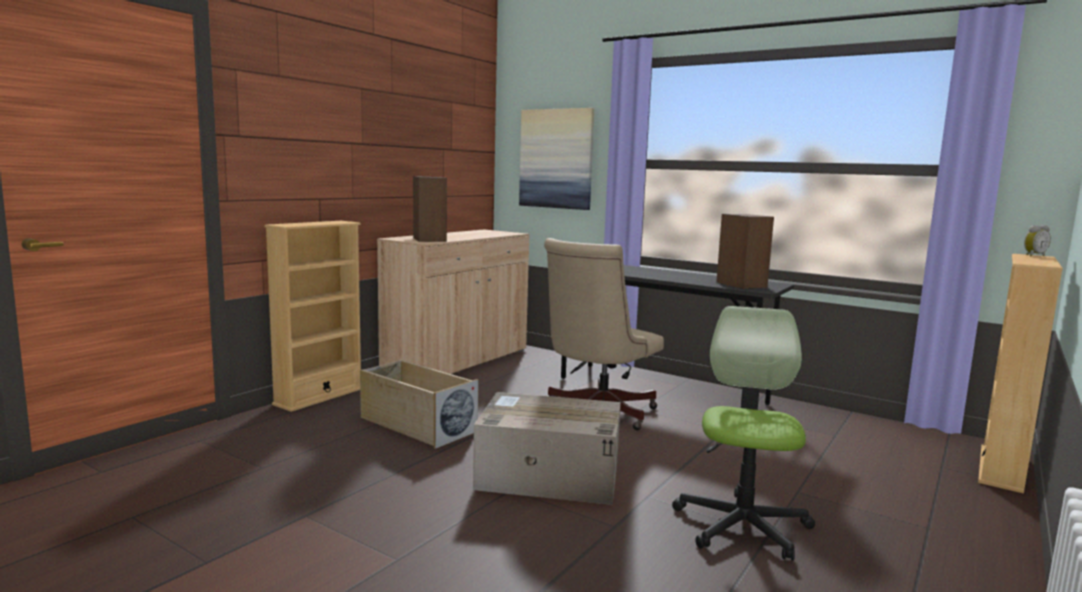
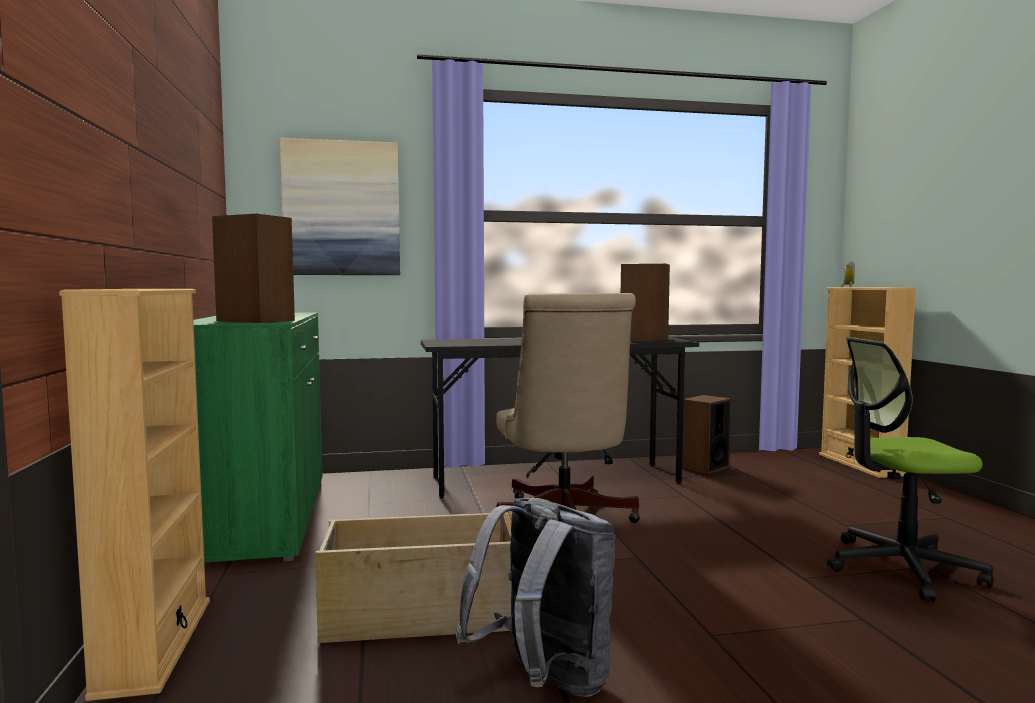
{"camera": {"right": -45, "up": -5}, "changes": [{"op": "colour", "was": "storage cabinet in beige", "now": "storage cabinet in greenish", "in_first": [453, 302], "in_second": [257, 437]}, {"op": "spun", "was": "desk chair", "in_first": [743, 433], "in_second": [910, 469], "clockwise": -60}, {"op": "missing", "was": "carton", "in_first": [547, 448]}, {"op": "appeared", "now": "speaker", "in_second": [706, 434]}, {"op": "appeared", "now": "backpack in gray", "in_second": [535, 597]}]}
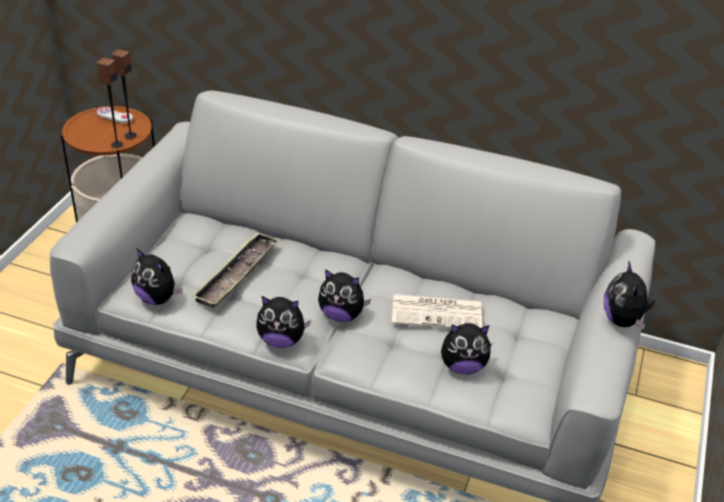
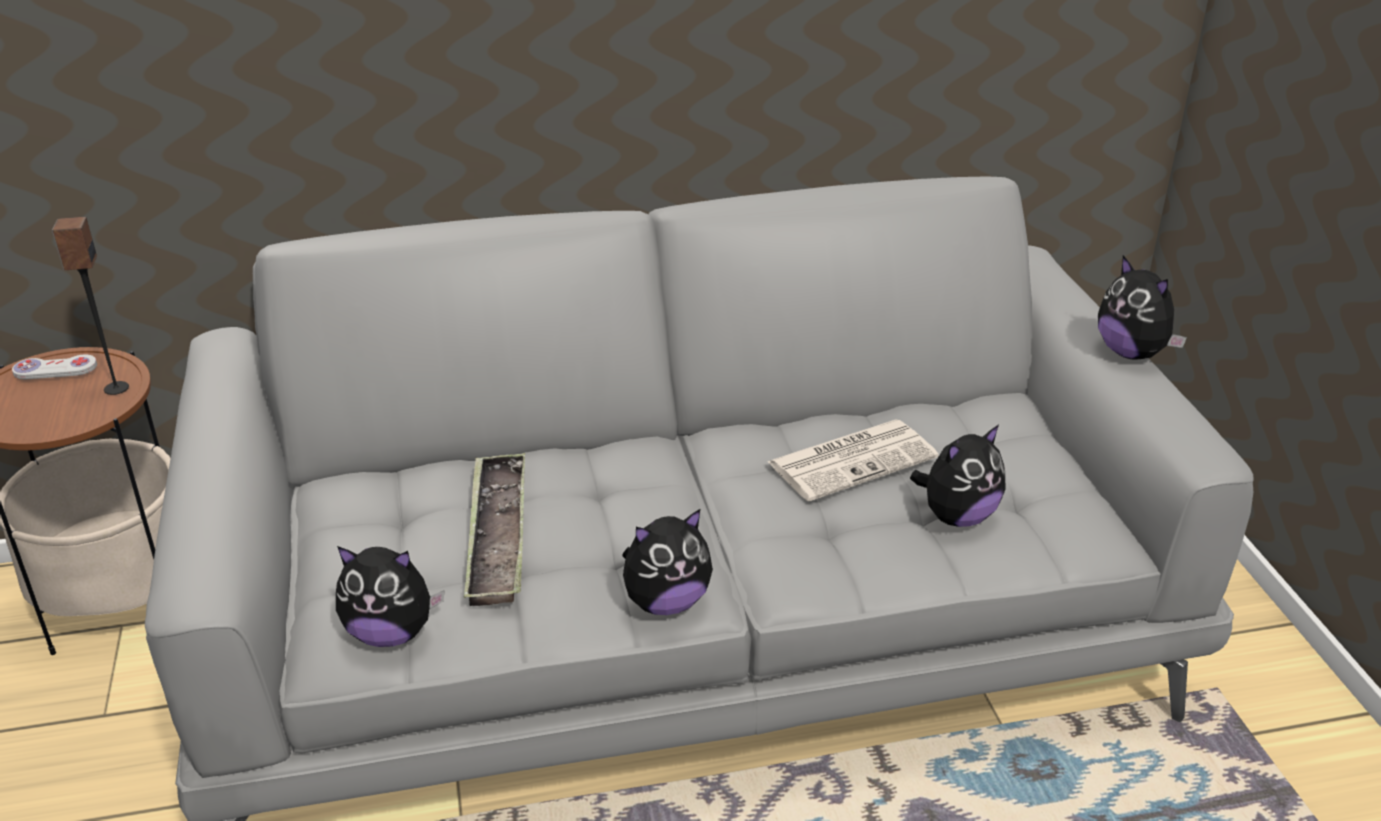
{"camera": {"right": -30, "up": -5}, "changes": [{"op": "missing", "was": "speaker", "in_first": [109, 102]}, {"op": "missing", "was": "plush toy", "in_first": [344, 295]}]}
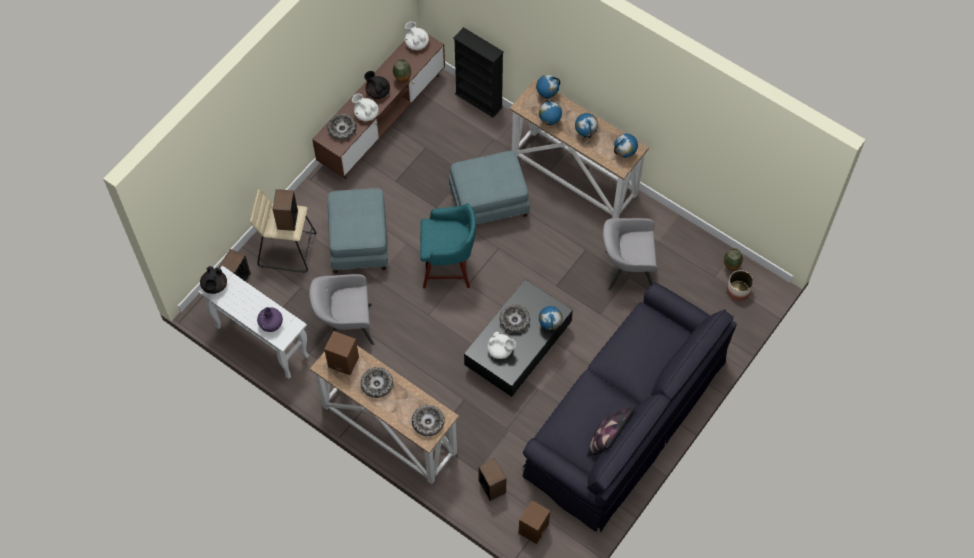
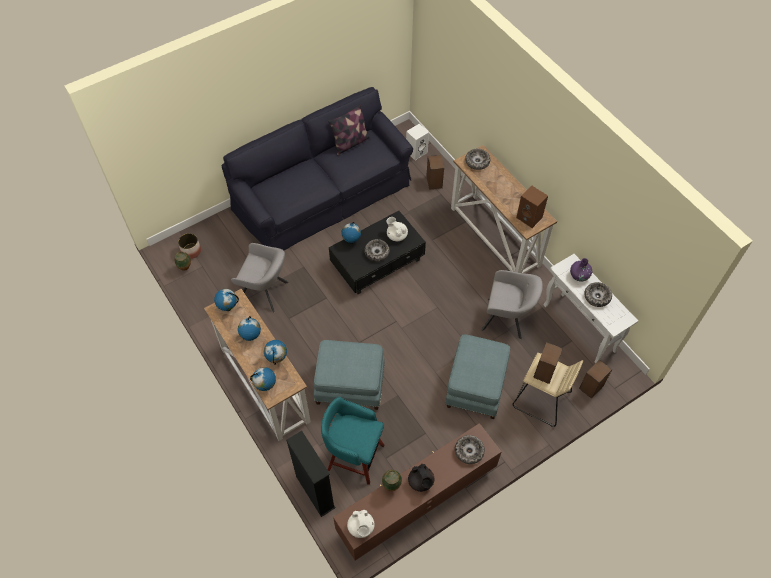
{"camera": {"right": -160, "up": -5}, "changes": [{"op": "missing", "was": "pot for tea in white", "in_first": [365, 107]}, {"op": "relocated", "was": "stool seat in turquoise", "in_first": [448, 245], "in_second": [352, 441]}, {"op": "missing", "was": "pot for tea in black", "in_first": [213, 280]}, {"op": "relocated", "was": "deep dish", "in_first": [377, 382], "in_second": [598, 294]}, {"op": "colour", "was": "speaker in brown", "now": "speaker in white", "in_first": [534, 522], "in_second": [417, 142]}]}
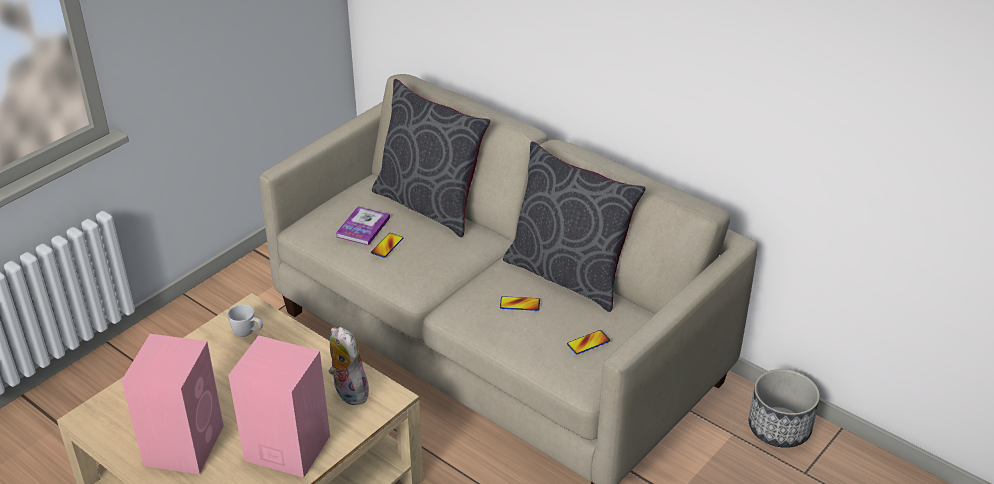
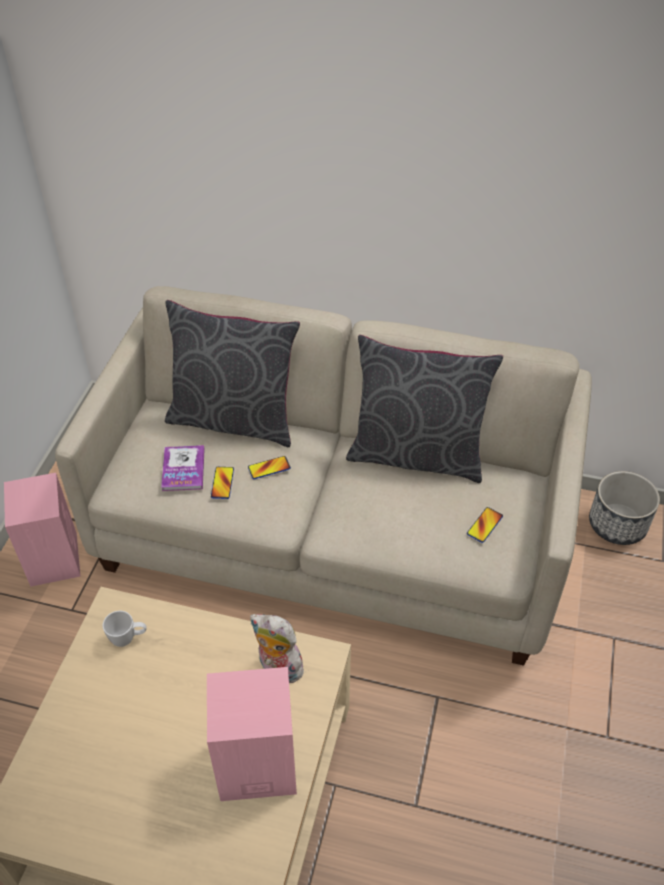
{"camera": {"right": -25, "up": 10}, "changes": [{"op": "relocated", "was": "handset", "in_first": [520, 303], "in_second": [269, 467]}, {"op": "relocated", "was": "speaker in pinkish", "in_first": [172, 404], "in_second": [42, 530]}]}
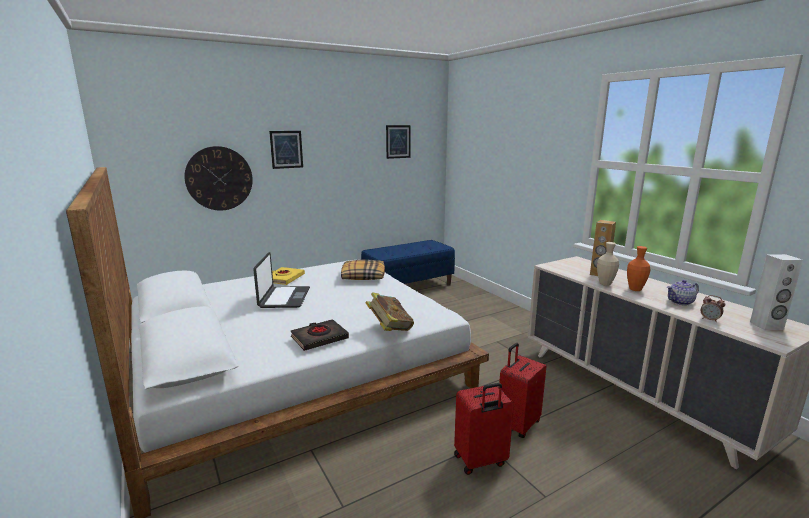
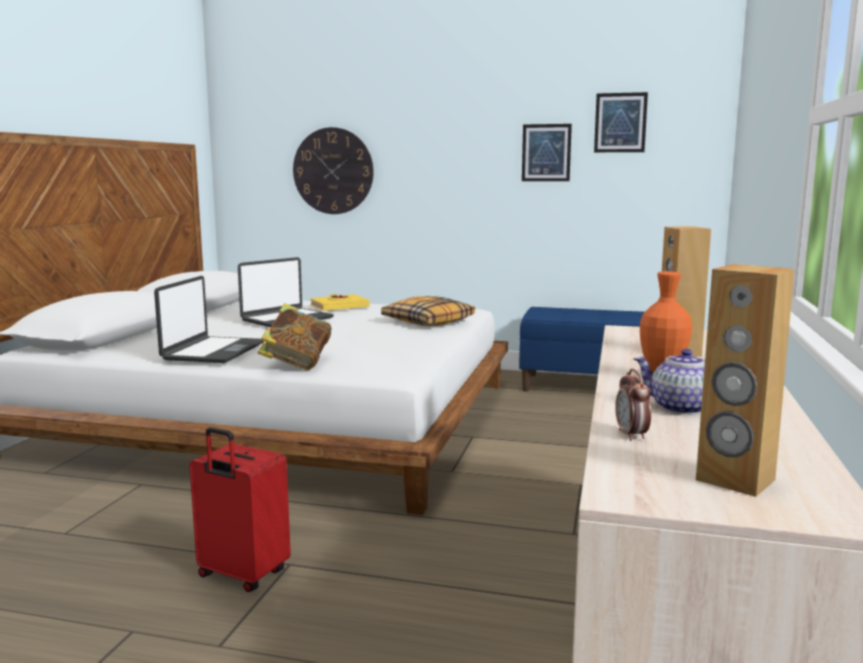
{"camera": {"right": 45, "up": -5}, "changes": [{"op": "relocated", "was": "wall picture", "in_first": [286, 150], "in_second": [547, 152]}, {"op": "missing", "was": "decorative vase in beige", "in_first": [608, 264]}, {"op": "colour", "was": "speaker in white", "now": "speaker in brown", "in_first": [776, 292], "in_second": [745, 380]}, {"op": "exchanged", "was": "book in black", "now": "notebook computer", "in_first": [319, 335], "in_second": [209, 319]}, {"op": "missing", "was": "suitcase in red", "in_first": [523, 390]}]}
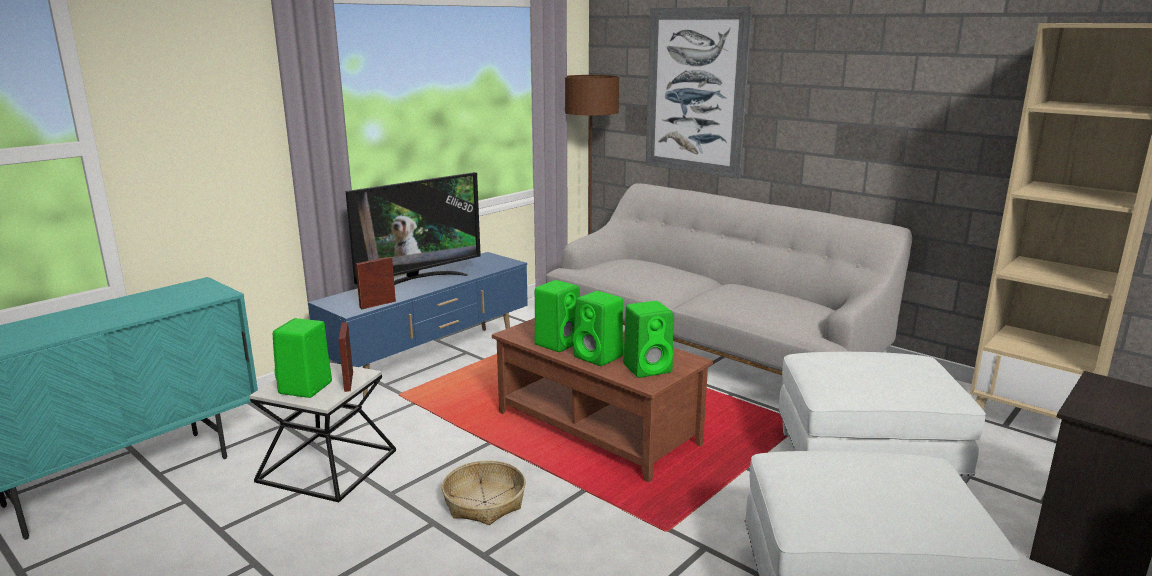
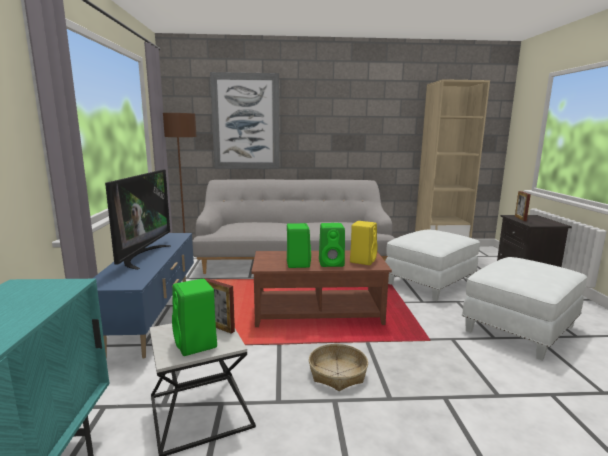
{"camera": {"right": -45, "up": -5}, "changes": [{"op": "relocated", "was": "standing frame", "in_first": [375, 283], "in_second": [523, 206]}, {"op": "colour", "was": "speaker in greenish", "now": "speaker in yellow", "in_first": [648, 339], "in_second": [364, 243]}]}
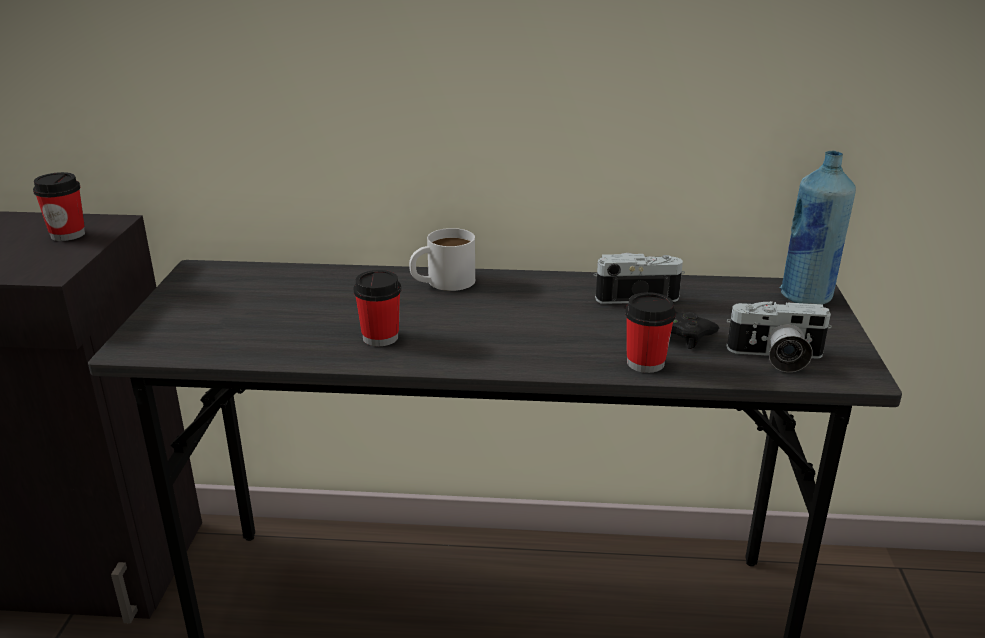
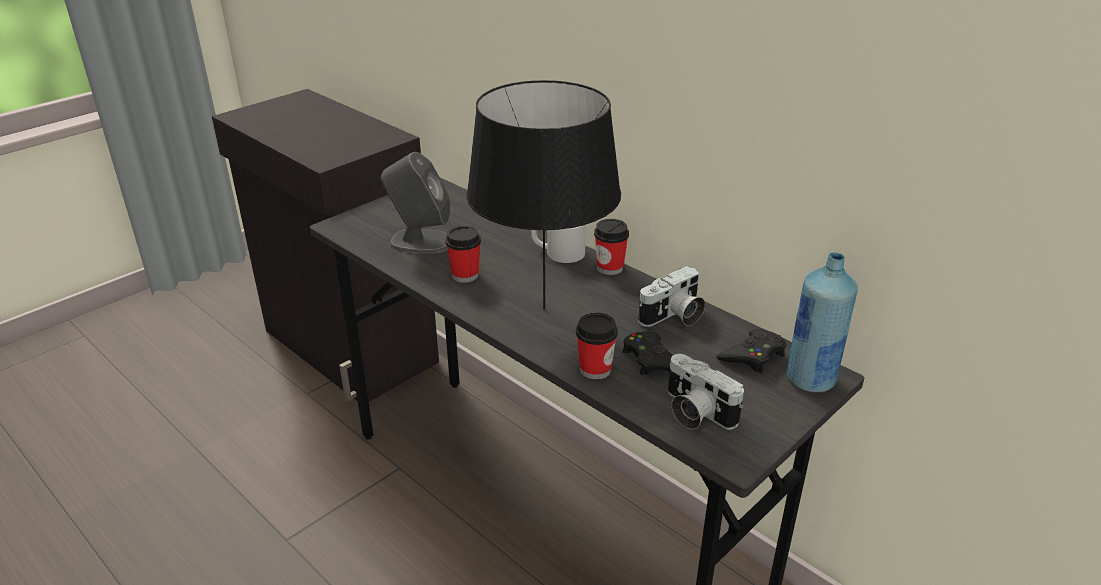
{"camera": {"right": 40, "up": 5}, "changes": [{"op": "relocated", "was": "small cup", "in_first": [59, 206], "in_second": [611, 247]}, {"op": "spun", "was": "still camera", "in_first": [639, 278], "in_second": [671, 296], "clockwise": 105}, {"op": "appeared", "now": "tabletop lamp in black", "in_second": [543, 195]}, {"op": "appeared", "now": "speaker in gray", "in_second": [415, 203]}, {"op": "appeared", "now": "gamepad in black", "in_second": [751, 351]}]}
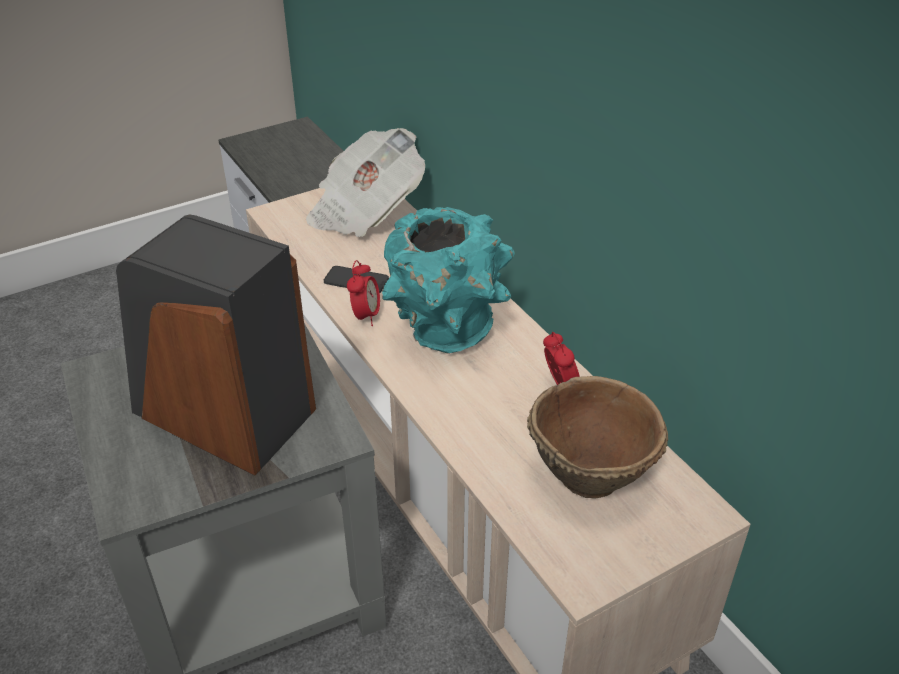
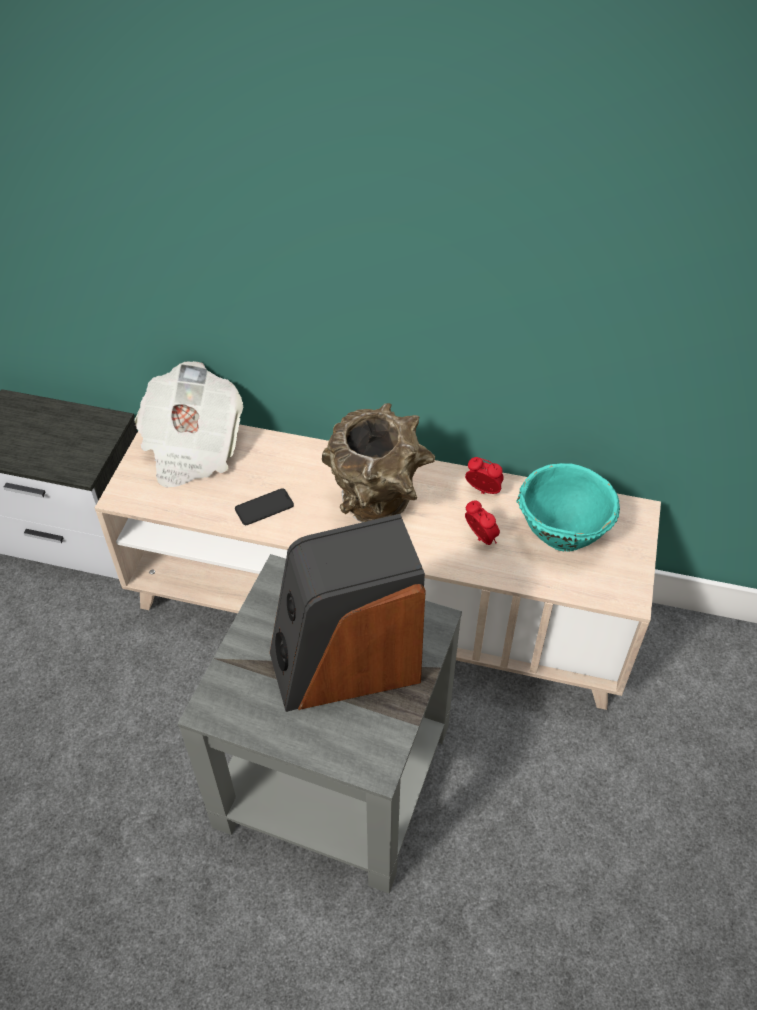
{"camera": {"right": -45, "up": 10}, "changes": [{"op": "colour", "was": "decorative vase in turquoise", "now": "decorative vase in brown", "in_first": [448, 280], "in_second": [378, 462]}, {"op": "relocated", "was": "table clock", "in_first": [363, 293], "in_second": [482, 522]}, {"op": "colour", "was": "deep dish in brown", "now": "deep dish in turquoise", "in_first": [597, 437], "in_second": [568, 507]}]}
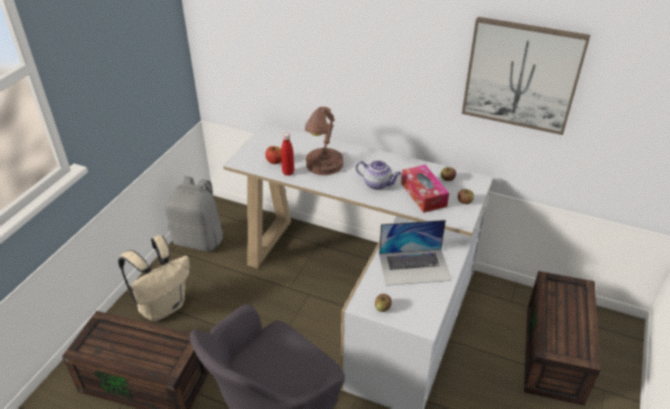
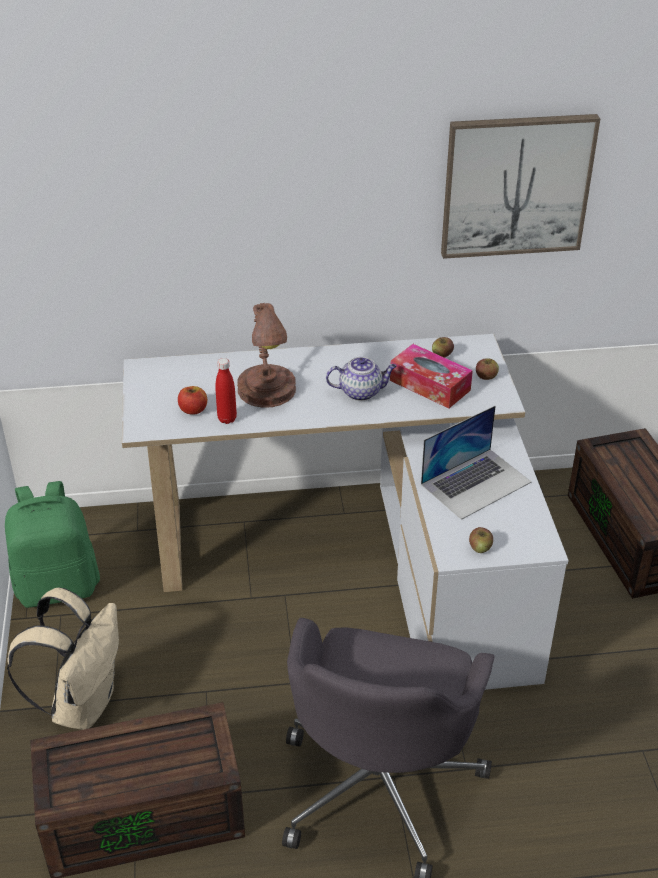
{"camera": {"right": -30, "up": 0}, "changes": [{"op": "colour", "was": "backpack in gray", "now": "backpack in greenish", "in_first": [194, 214], "in_second": [52, 544]}]}
